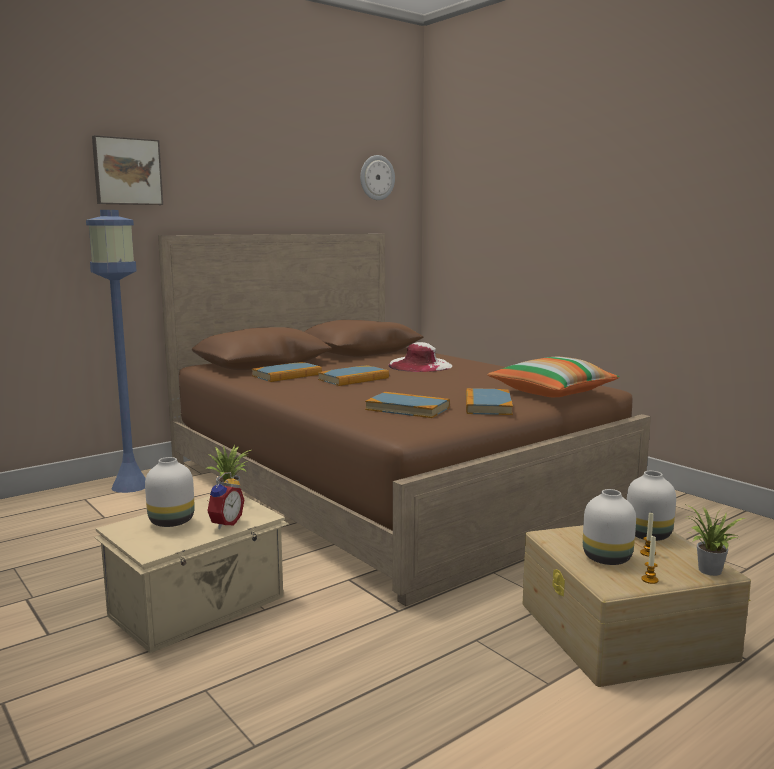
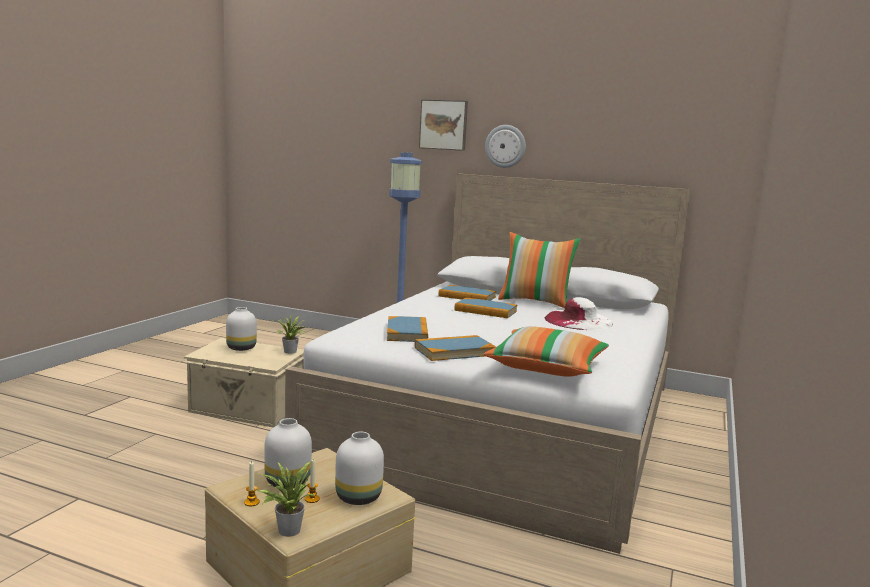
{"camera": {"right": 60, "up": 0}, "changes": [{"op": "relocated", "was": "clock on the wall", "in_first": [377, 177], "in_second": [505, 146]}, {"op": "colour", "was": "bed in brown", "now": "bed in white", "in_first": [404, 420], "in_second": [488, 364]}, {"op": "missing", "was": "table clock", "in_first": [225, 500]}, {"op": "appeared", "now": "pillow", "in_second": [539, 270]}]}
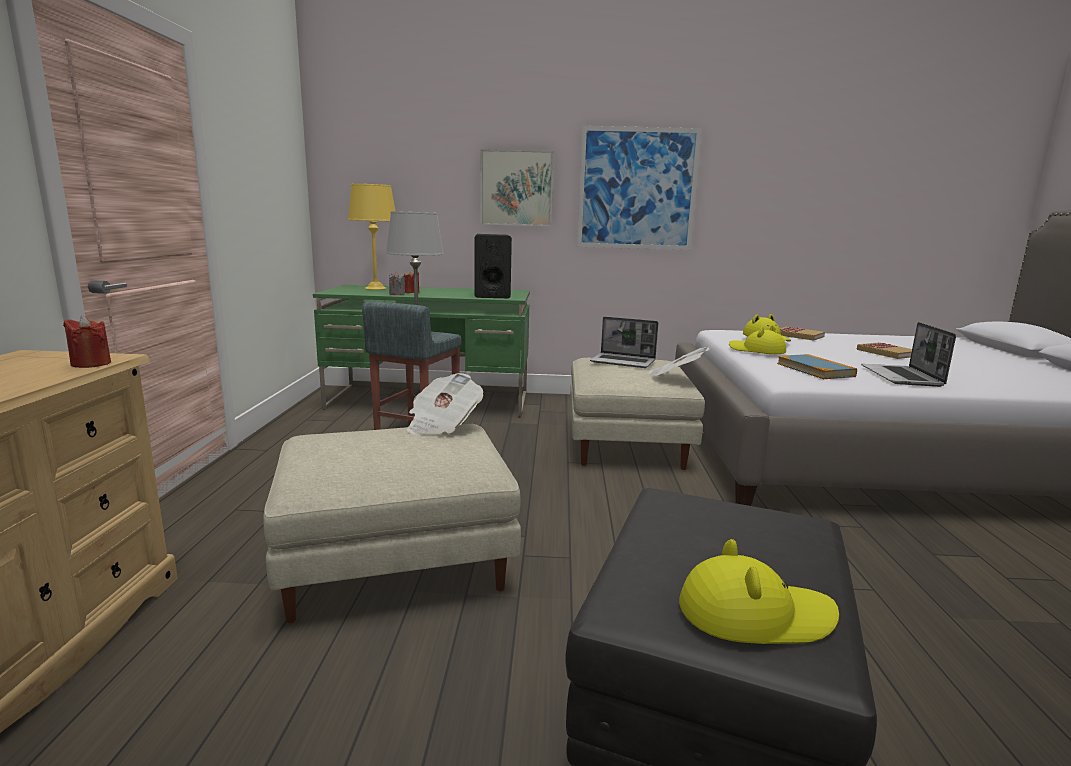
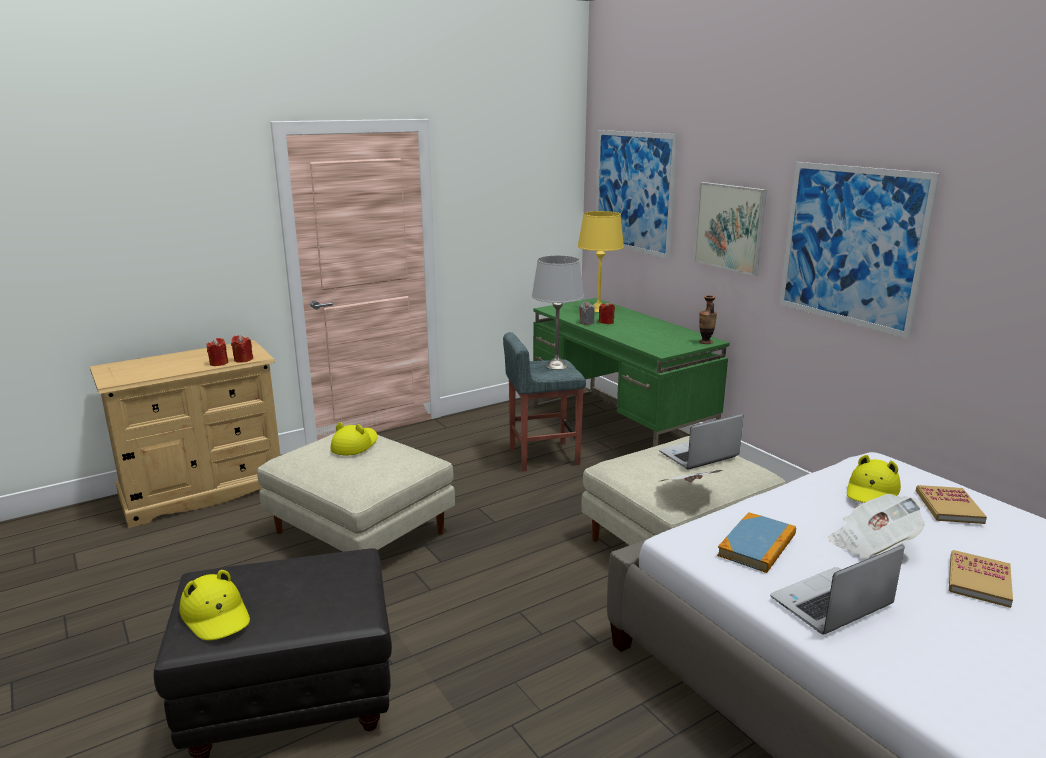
{"camera": {"right": 55, "up": 5}, "changes": [{"op": "missing", "was": "speaker in black", "in_first": [493, 266]}, {"op": "spun", "was": "notebook computer", "in_first": [624, 342], "in_second": [701, 441], "clockwise": 75}, {"op": "relocated", "was": "wearable hat in yellow", "in_first": [757, 340], "in_second": [354, 438]}, {"op": "relocated", "was": "printed paper", "in_first": [445, 404], "in_second": [876, 526]}, {"op": "appeared", "now": "wall picture", "in_second": [637, 194]}, {"op": "appeared", "now": "decorative vase", "in_second": [708, 319]}, {"op": "appeared", "now": "wax light in red", "in_second": [217, 352]}]}
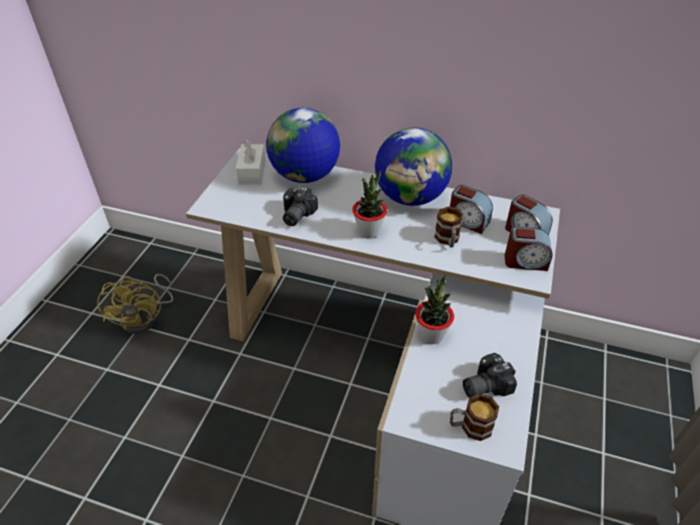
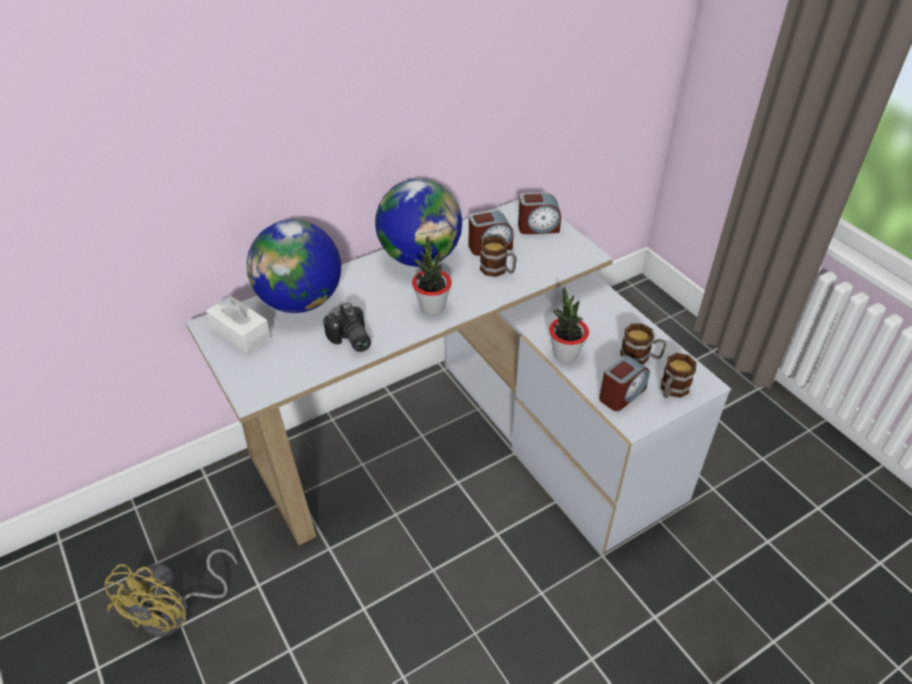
{"camera": {"right": -50, "up": 0}, "changes": [{"op": "relocated", "was": "table clock", "in_first": [529, 248], "in_second": [624, 383]}, {"op": "spun", "was": "fan in yellow", "in_first": [135, 304], "in_second": [171, 593], "clockwise": 75}, {"op": "exchanged", "was": "still camera", "now": "tea mug", "in_first": [490, 375], "in_second": [643, 344]}]}
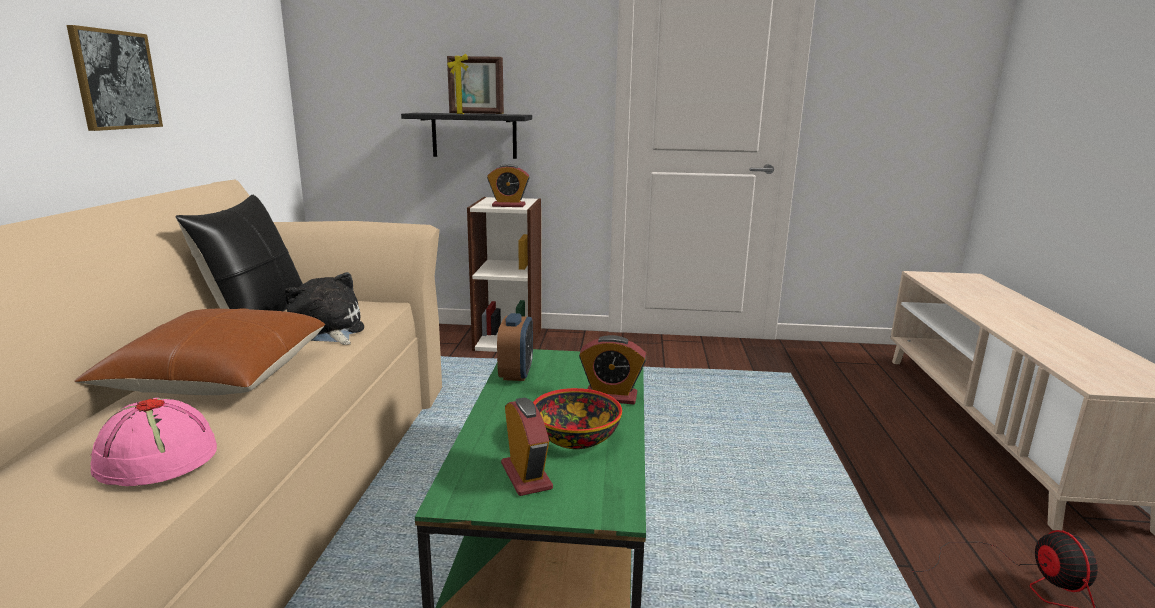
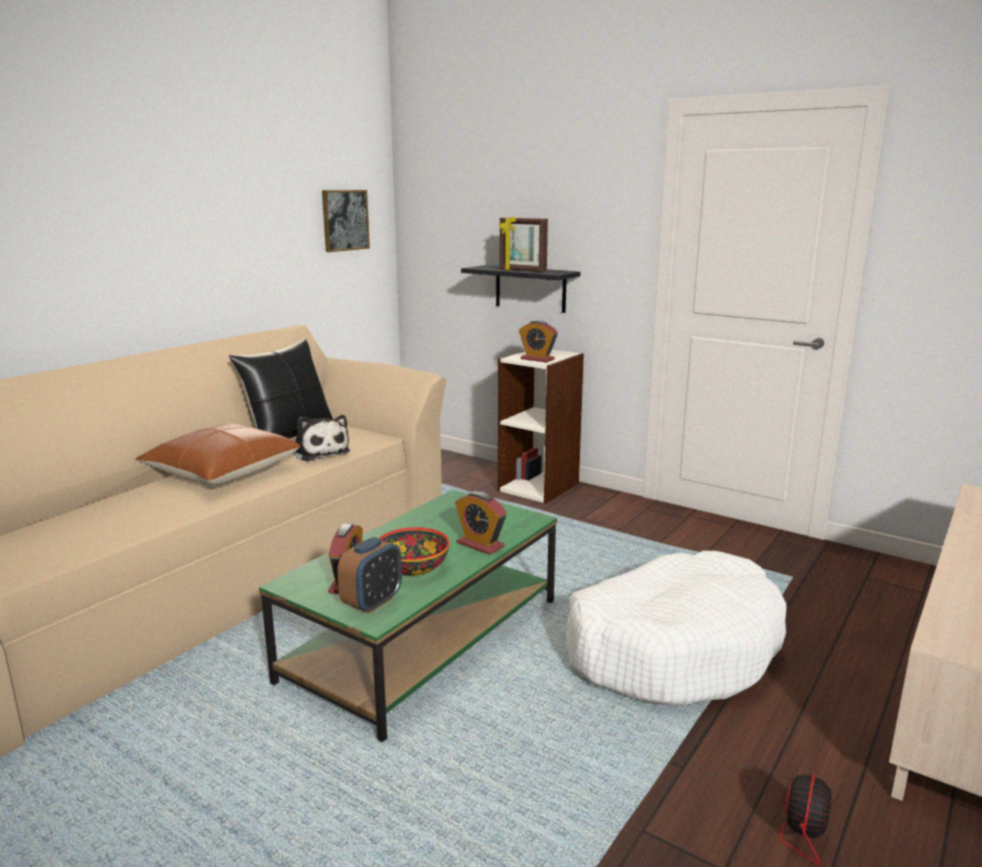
{"camera": {"right": 30, "up": 0}, "changes": [{"op": "relocated", "was": "wall picture", "in_first": [115, 78], "in_second": [346, 221]}, {"op": "spun", "was": "plush toy", "in_first": [324, 308], "in_second": [322, 438], "clockwise": 150}, {"op": "relocated", "was": "table clock", "in_first": [515, 347], "in_second": [369, 575]}, {"op": "missing", "was": "wearable hat in pinkish", "in_first": [153, 442]}, {"op": "appeared", "now": "dog cushion in white", "in_second": [676, 628]}]}
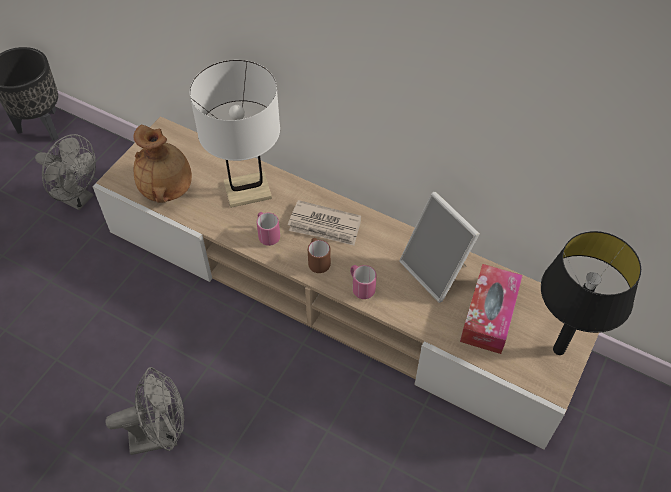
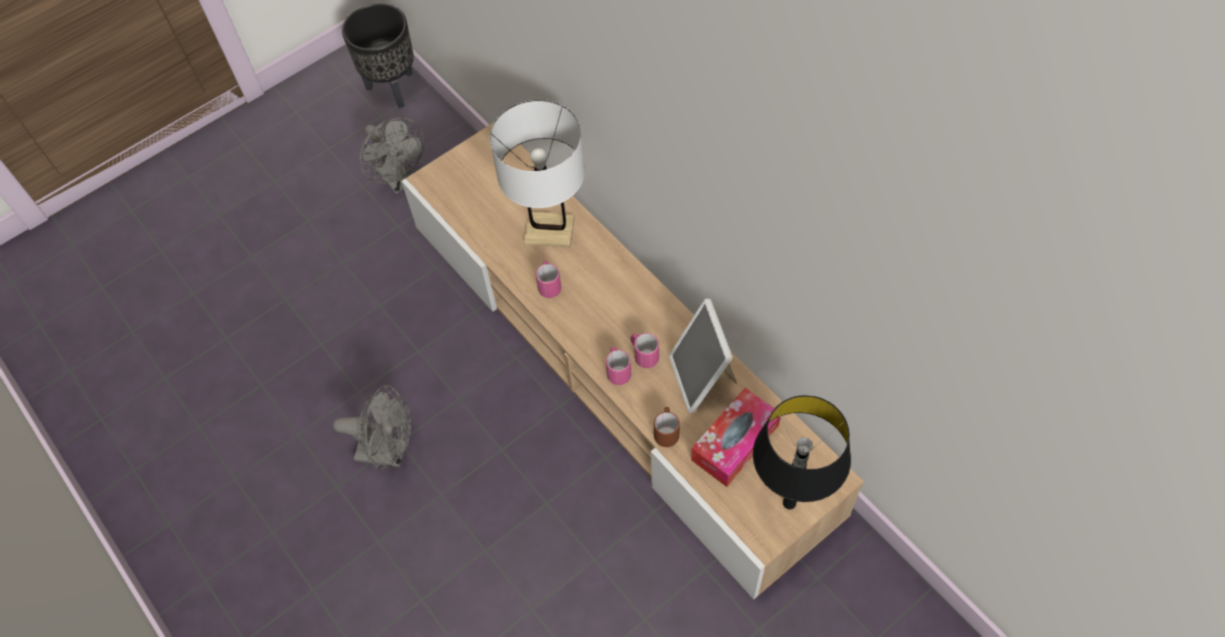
{"camera": {"right": 25, "up": 5}, "changes": [{"op": "missing", "was": "decorative vase in brown", "in_first": [163, 164]}, {"op": "missing", "was": "printed paper", "in_first": [324, 223]}, {"op": "relocated", "was": "tea mug in brown", "in_first": [319, 255], "in_second": [667, 427]}, {"op": "appeared", "now": "tea mug in pinkish", "in_second": [644, 350]}]}
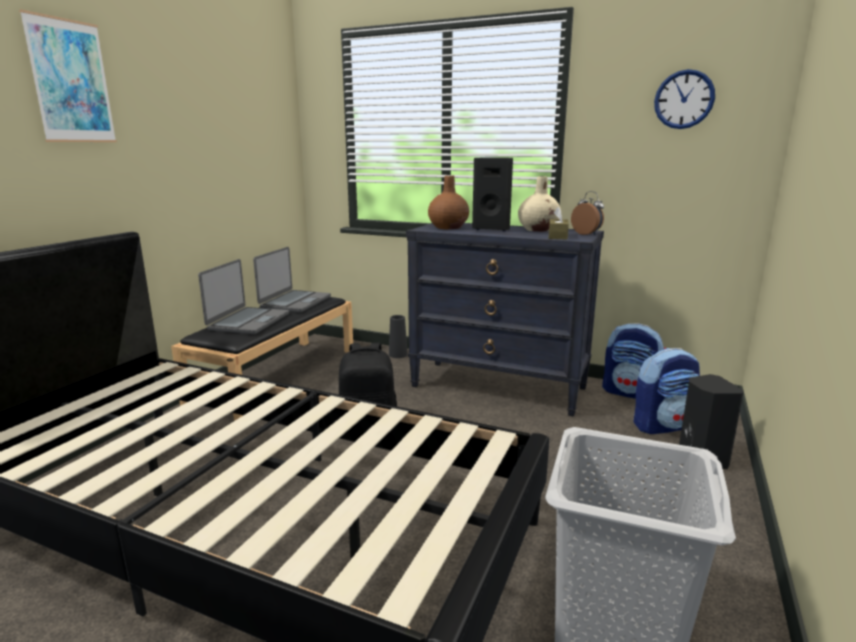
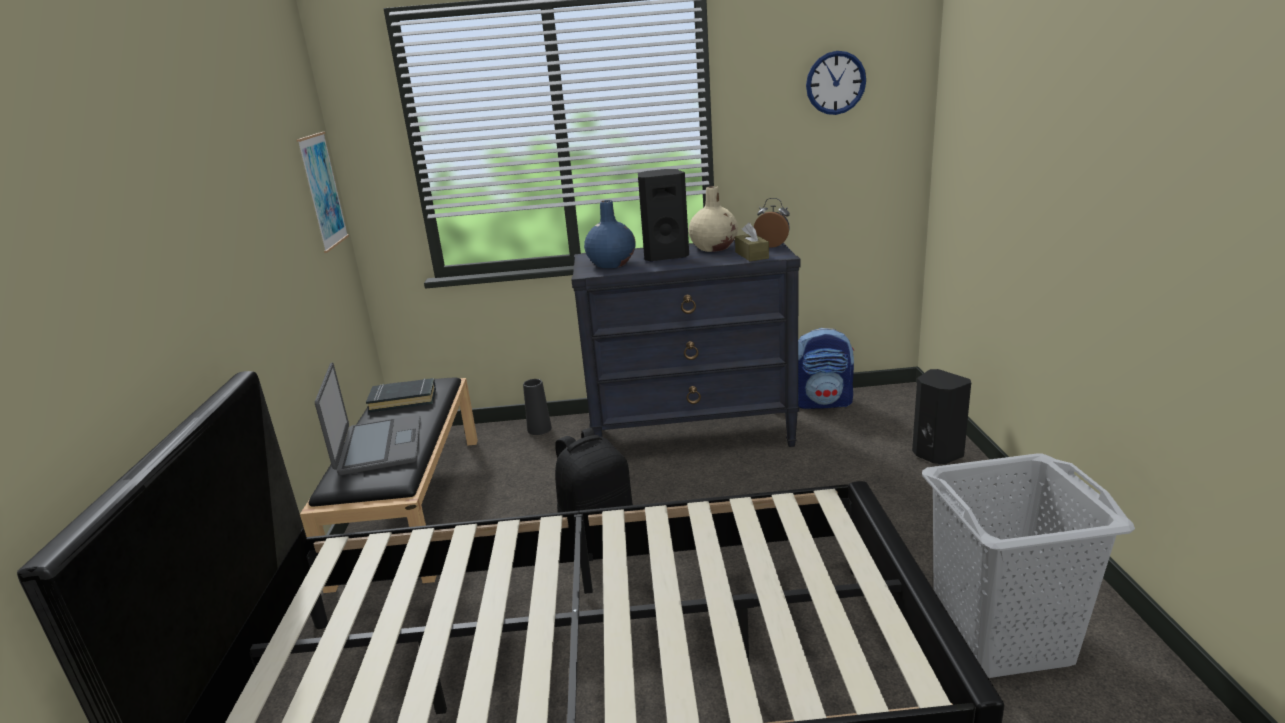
{"camera": {"right": -25, "up": 5}, "changes": [{"op": "relocated", "was": "wall picture", "in_first": [68, 75], "in_second": [323, 192]}, {"op": "colour", "was": "decorative vase in brown", "now": "decorative vase in blue-coloured", "in_first": [448, 202], "in_second": [610, 234]}, {"op": "exchanged", "was": "notebook computer", "now": "book in black", "in_first": [292, 279], "in_second": [401, 395]}, {"op": "missing", "was": "backpack", "in_first": [666, 391]}]}
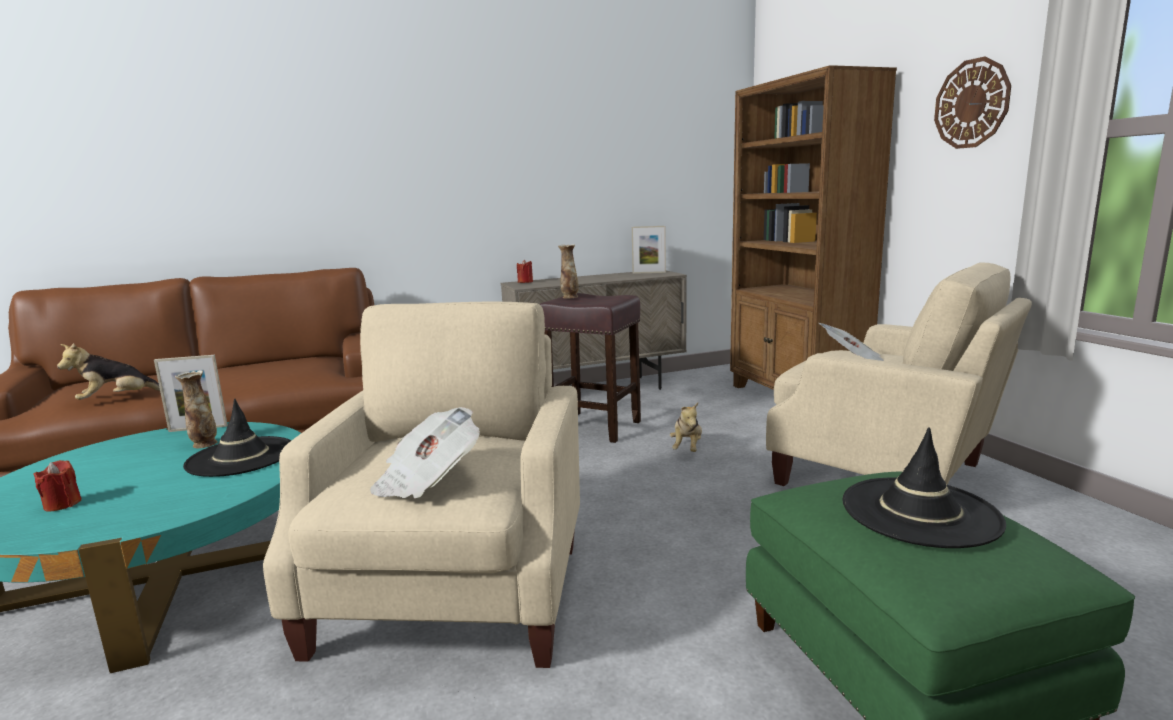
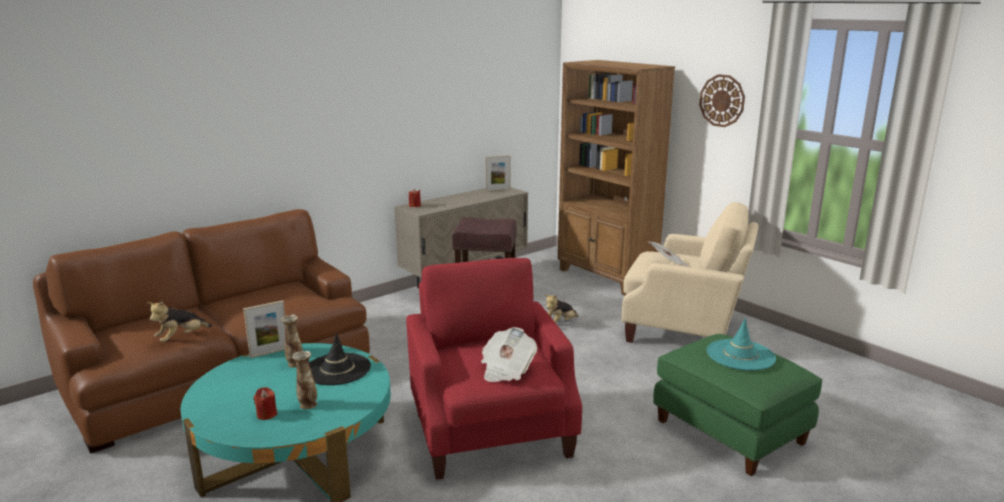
{"camera": {"right": -20, "up": 5}, "changes": [{"op": "relocated", "was": "decorative vase", "in_first": [568, 271], "in_second": [304, 380]}, {"op": "colour", "was": "lounge chair in beige", "now": "lounge chair in red", "in_first": [421, 485], "in_second": [494, 369]}, {"op": "spun", "was": "plush toy", "in_first": [686, 427], "in_second": [562, 308], "clockwise": 60}, {"op": "colour", "was": "wearable hat in black", "now": "wearable hat in turquoise", "in_first": [924, 487], "in_second": [741, 344]}]}
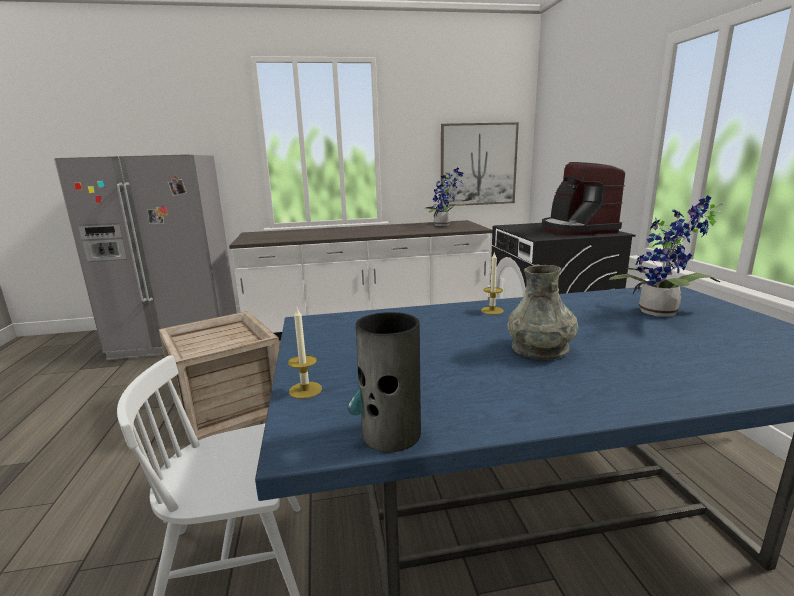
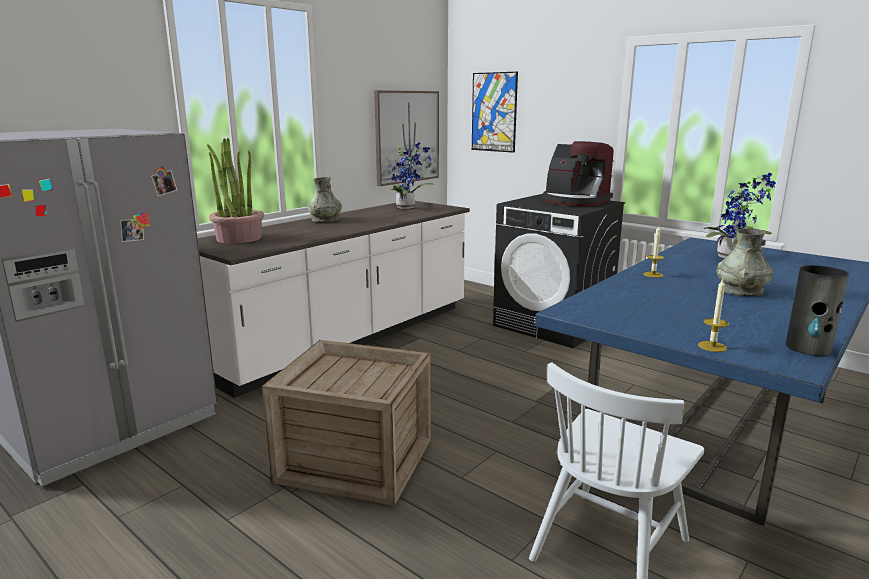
{"camera": {"right": -40, "up": 0}, "changes": [{"op": "appeared", "now": "wall picture", "in_second": [495, 112]}, {"op": "appeared", "now": "potted plant", "in_second": [235, 191]}, {"op": "appeared", "now": "decorative vase in gray", "in_second": [325, 200]}]}
